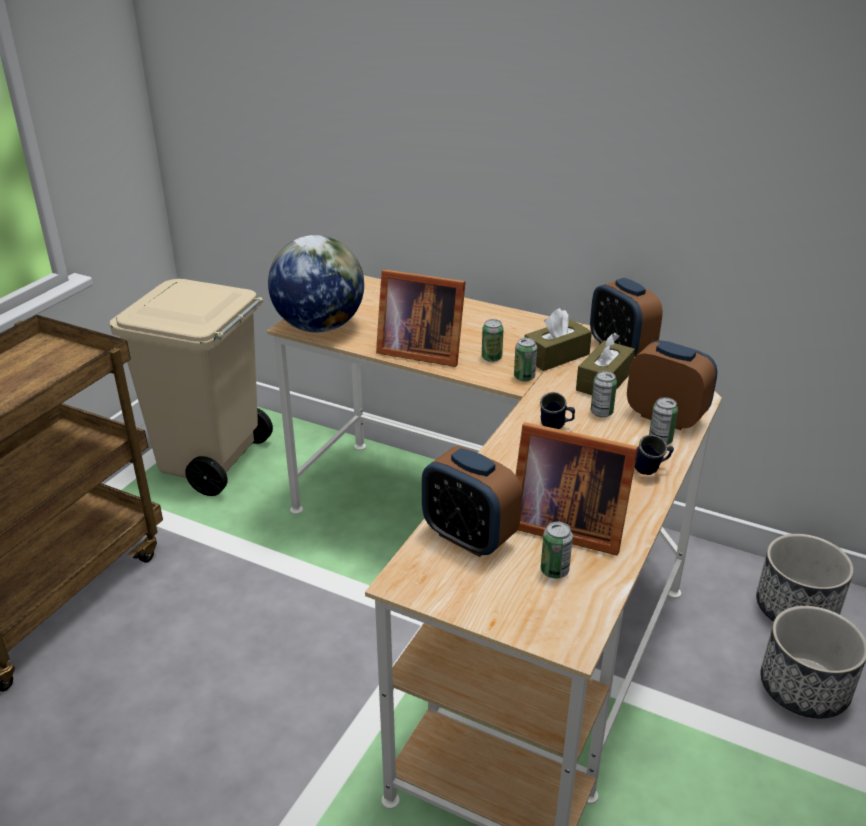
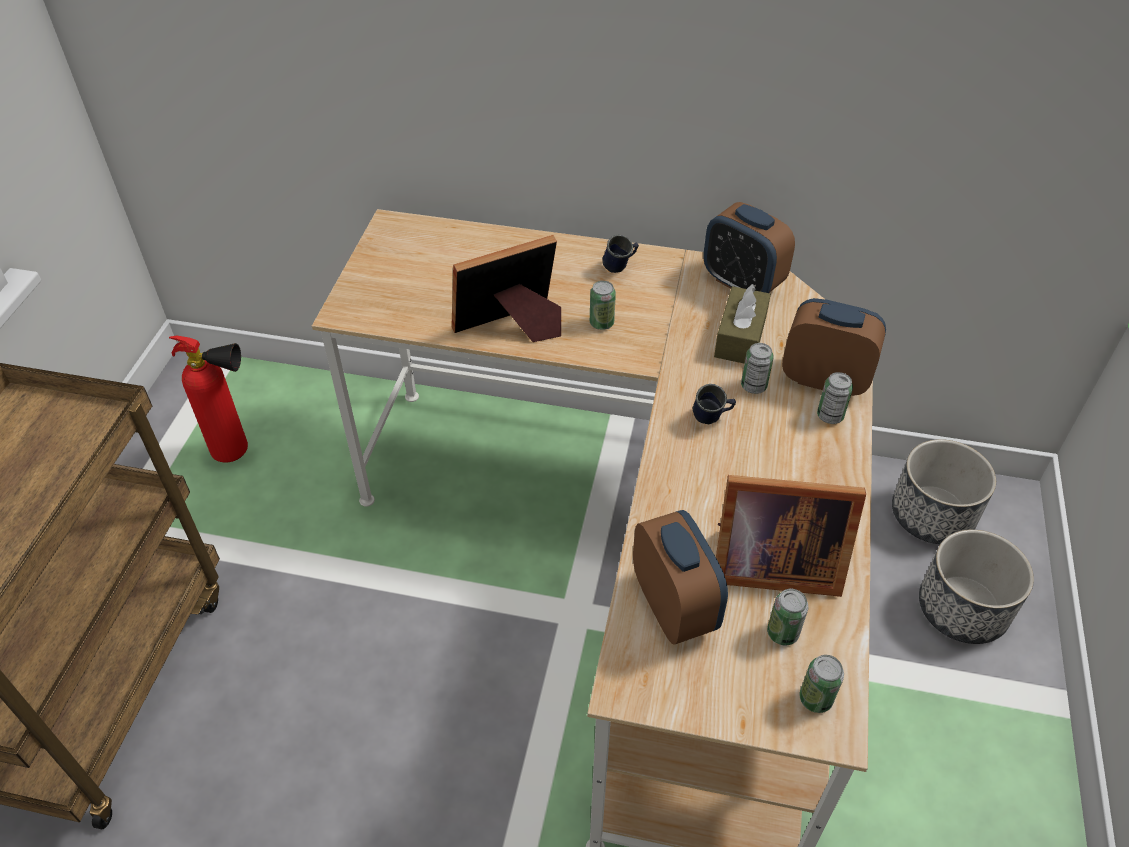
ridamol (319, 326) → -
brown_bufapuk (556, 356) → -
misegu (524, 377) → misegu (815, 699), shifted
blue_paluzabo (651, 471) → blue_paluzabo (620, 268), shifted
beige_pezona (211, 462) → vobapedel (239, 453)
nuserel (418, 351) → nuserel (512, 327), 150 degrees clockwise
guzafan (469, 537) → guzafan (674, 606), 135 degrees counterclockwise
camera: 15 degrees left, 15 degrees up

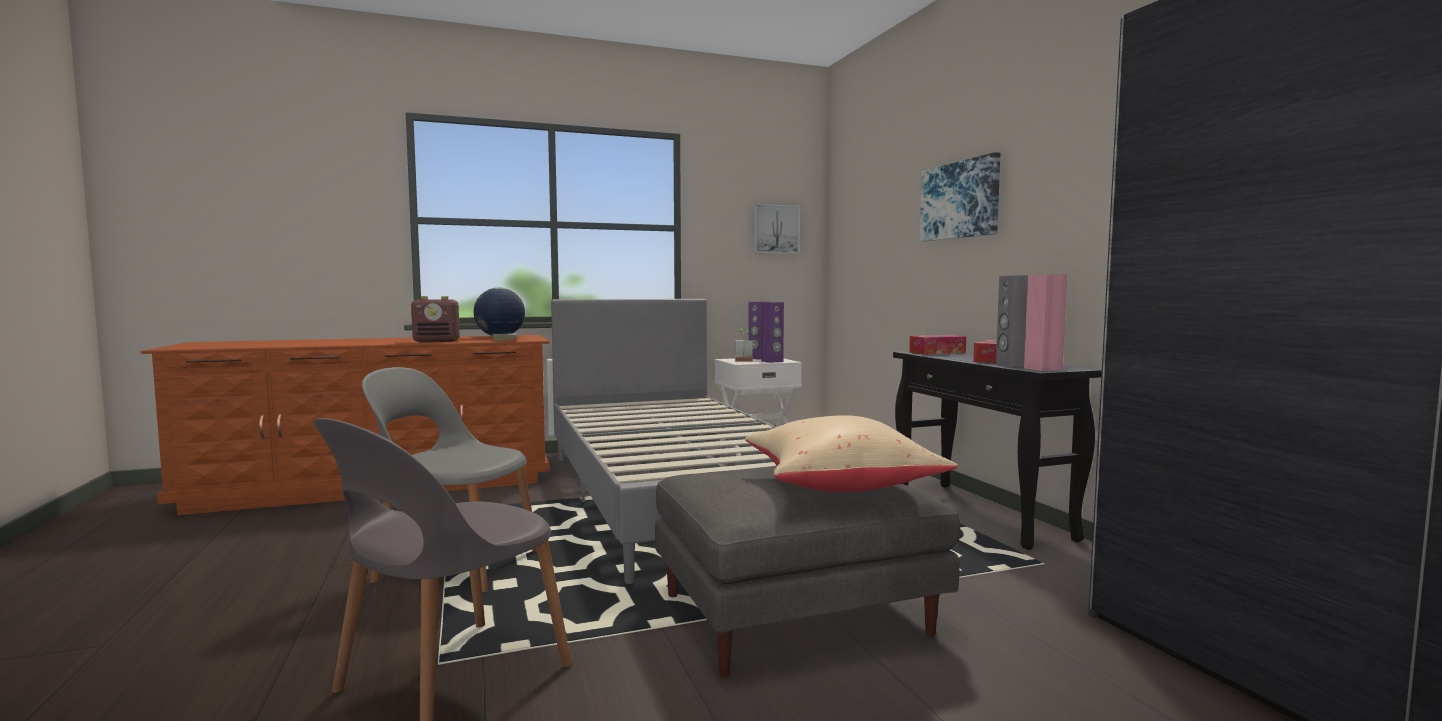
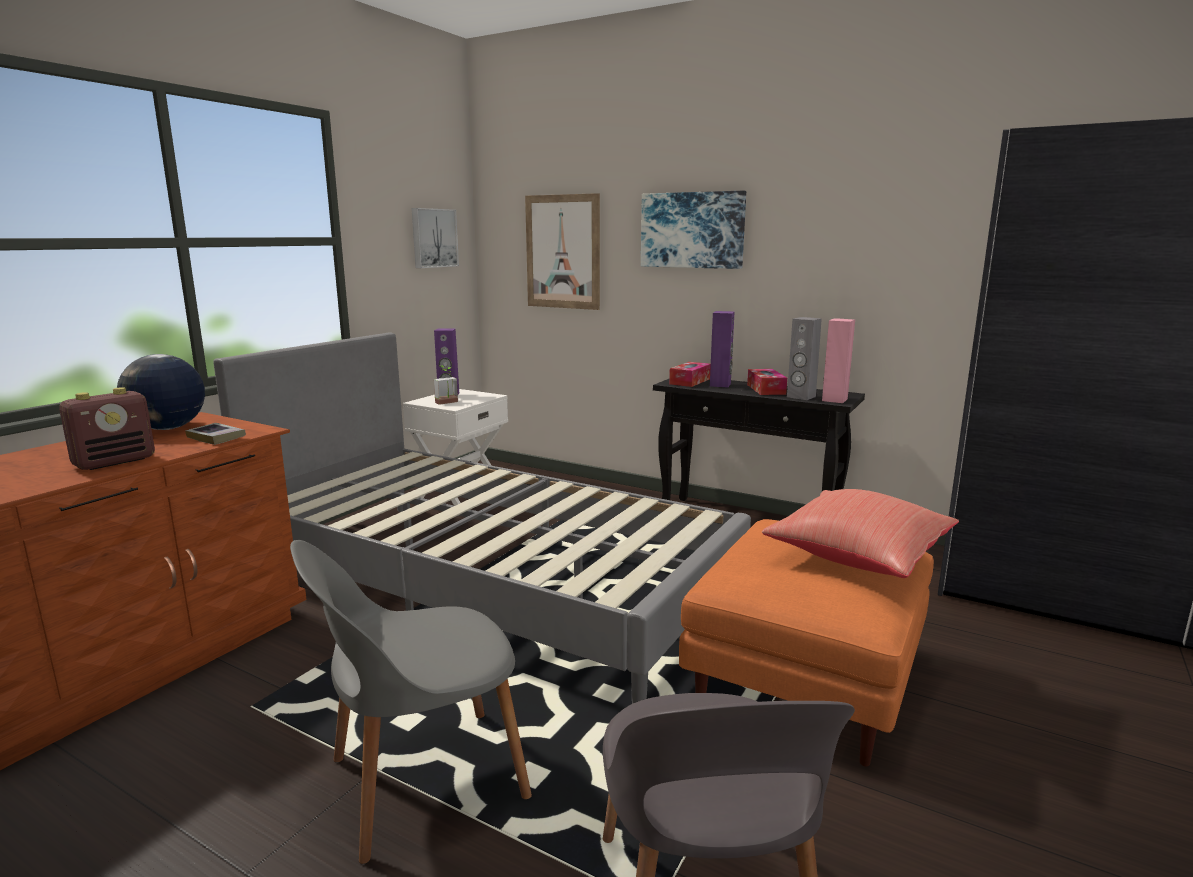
- → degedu (562, 252)
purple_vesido (772, 361) → purple_vesido (720, 385), shifted
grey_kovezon (797, 613) → orange_kovezon (805, 676)
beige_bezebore (839, 485) → red_bezebore (857, 557)
camera: 40 degrees left, 10 degrees up

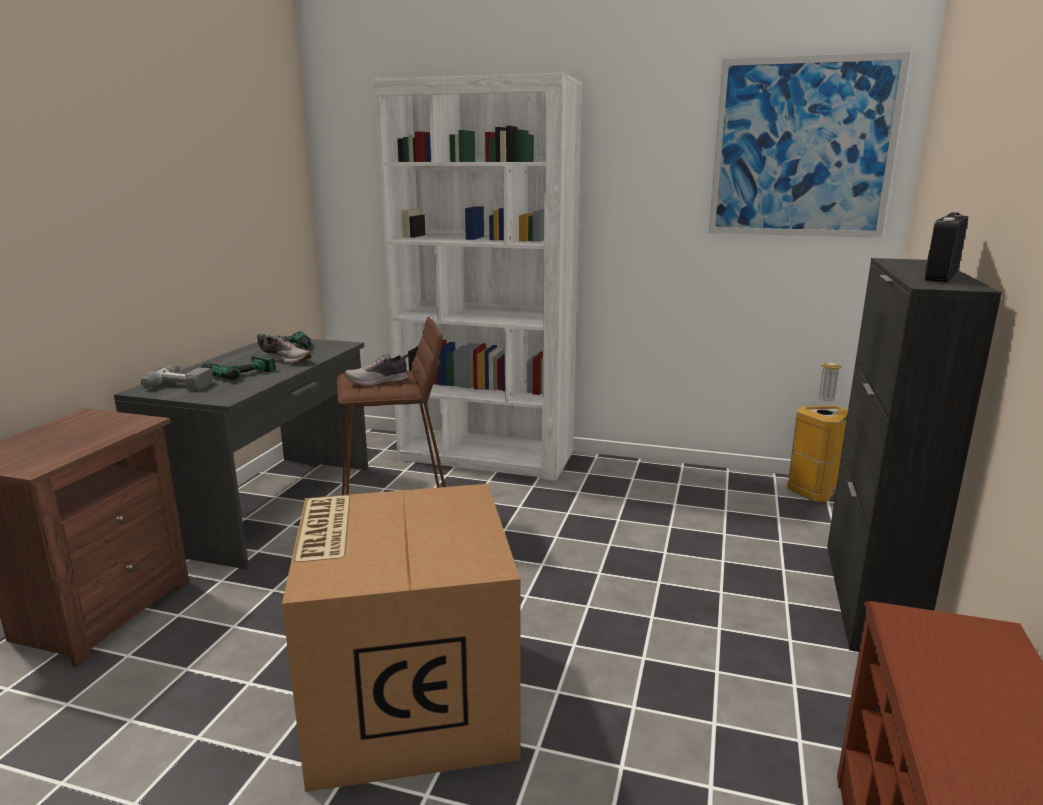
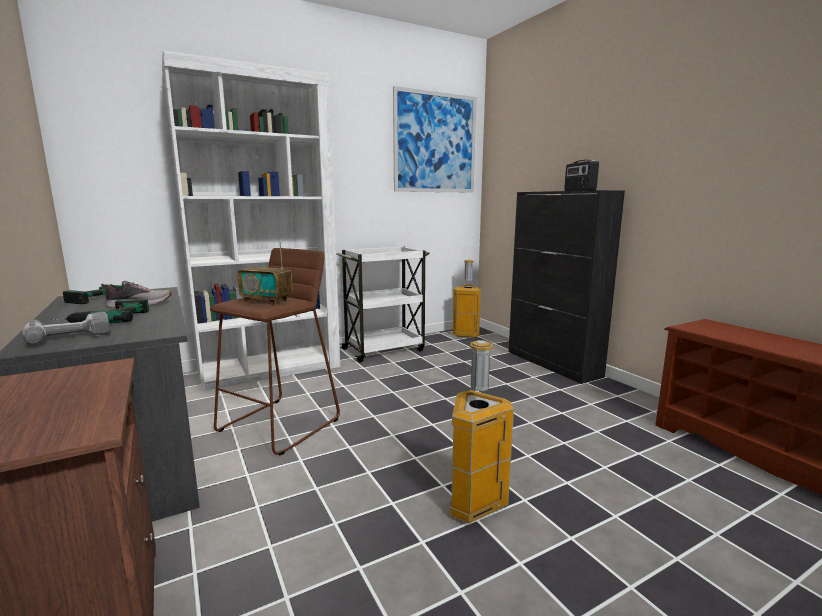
- → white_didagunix (384, 349)
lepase (407, 699) → pezona (474, 504)
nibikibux (378, 381) → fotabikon (266, 301)
camera: 45 degrees left, 5 degrees down

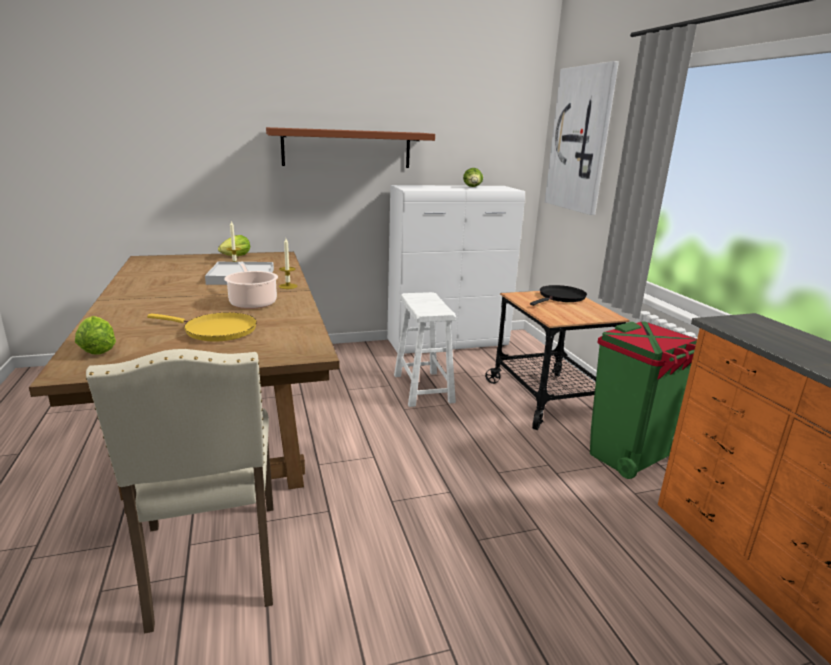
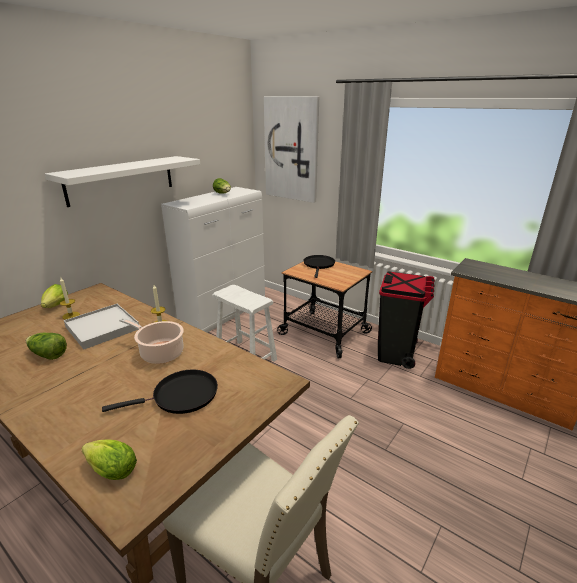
- → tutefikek (48, 354)
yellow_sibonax (216, 331) → black_sibonax (181, 396)
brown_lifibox (347, 148) → white_lifibox (121, 180)
green_pezona (629, 456) → black_pezona (396, 353)
camera: 35 degrees left, 5 degrees up

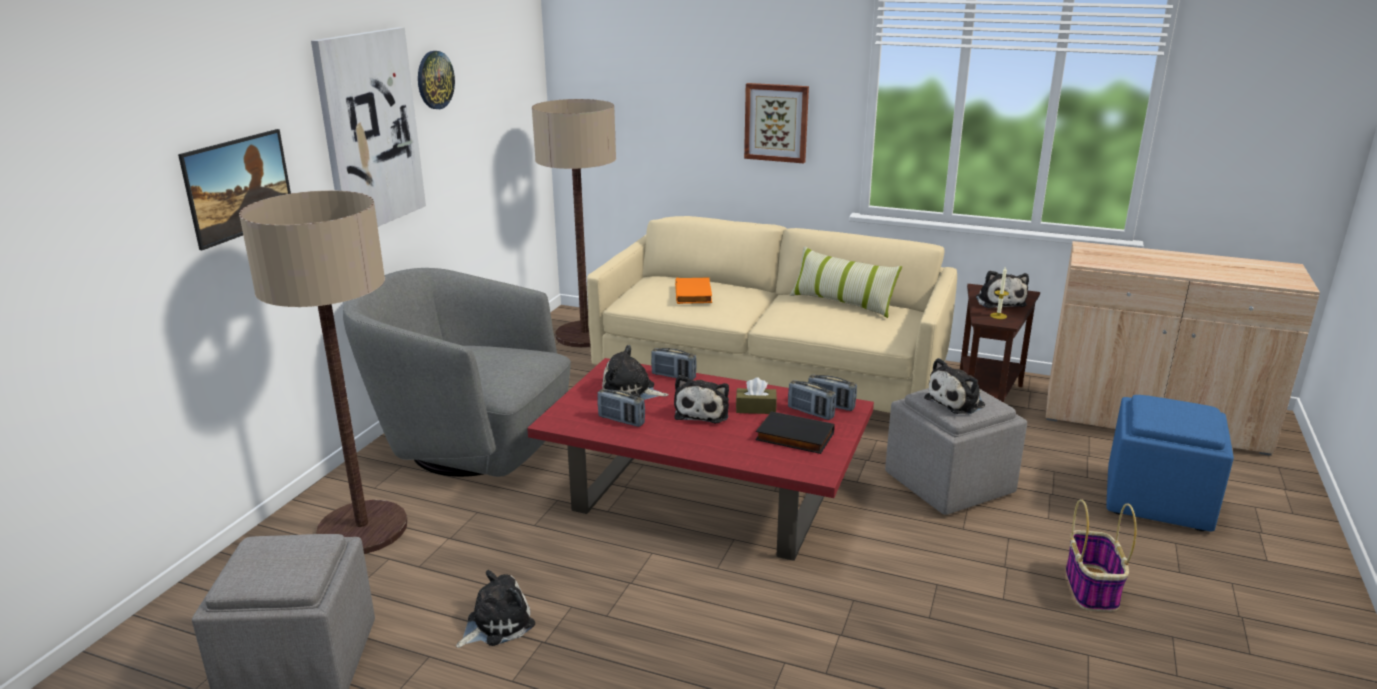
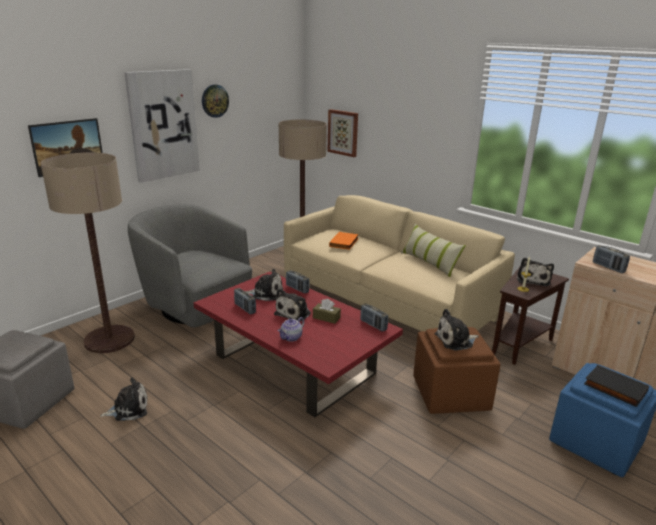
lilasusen (1092, 589) → -
- → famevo (291, 338)
degedu (776, 122) → degedu (343, 132), shifted
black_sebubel (793, 437) → black_sebubel (614, 388), shifted
fotabikon (810, 412) → fotabikon (608, 267), shifted
grey_kovezon (950, 484) → brown_kovezon (451, 394)
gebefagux (631, 392) → gebefagux (265, 293), 150 degrees clockwise
camera: 20 degrees right, 0 degrees up

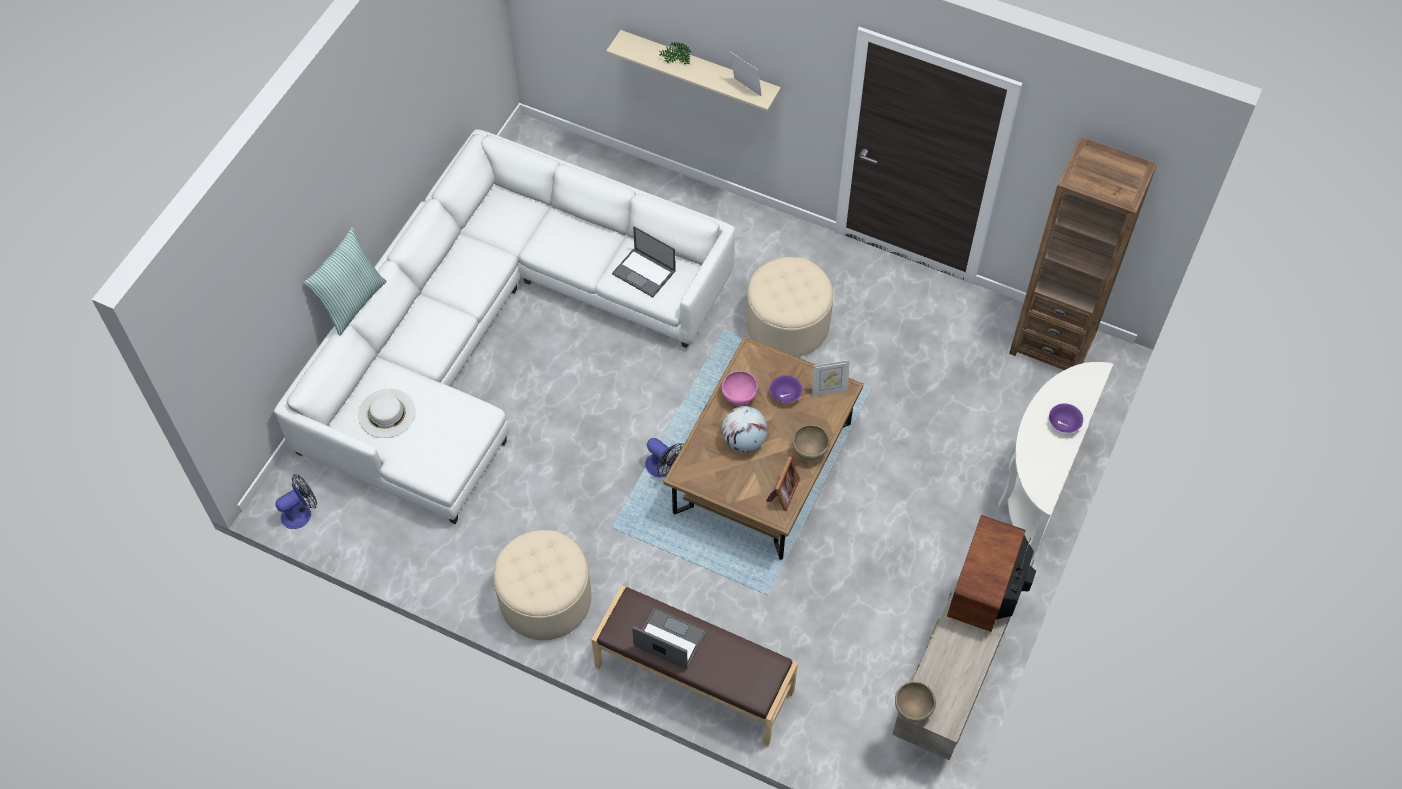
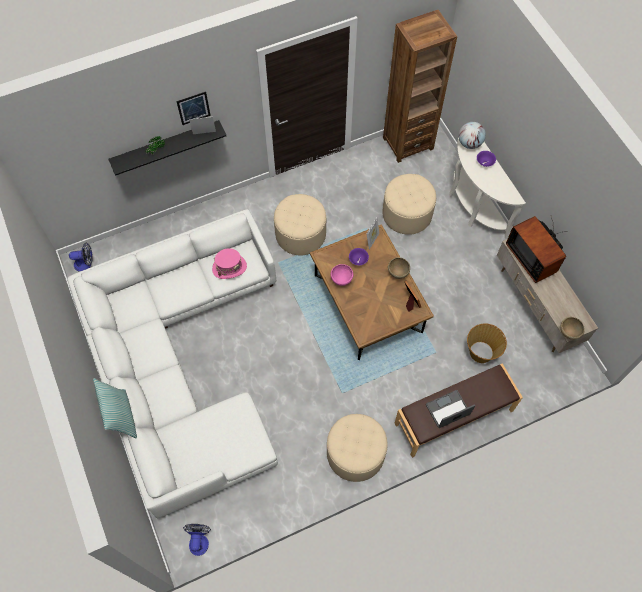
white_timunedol (386, 413) → -
- → degedu (193, 108)
- → beige_kovezon (407, 214)
- → lilasusen (481, 352)
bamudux (664, 468) → bamudux (86, 264), shifted
ridamol (744, 440) → ridamol (469, 143), shifted
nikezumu (644, 272) → pink_timunedol (229, 267)
beige_lifibox (699, 69) → black_lifibox (166, 146)
camera: 50 degrees left, 5 degrees up

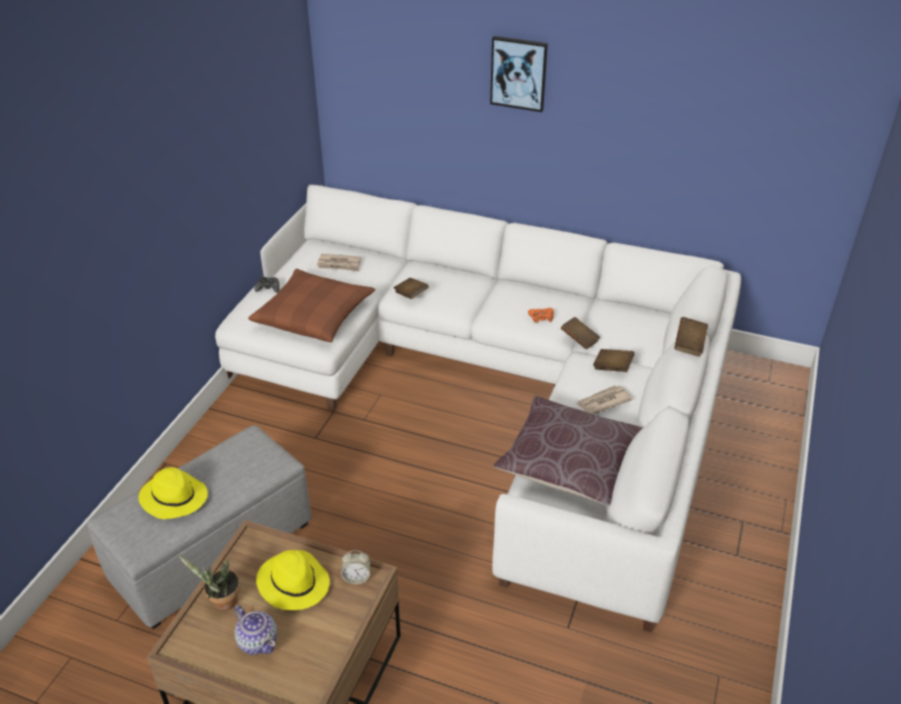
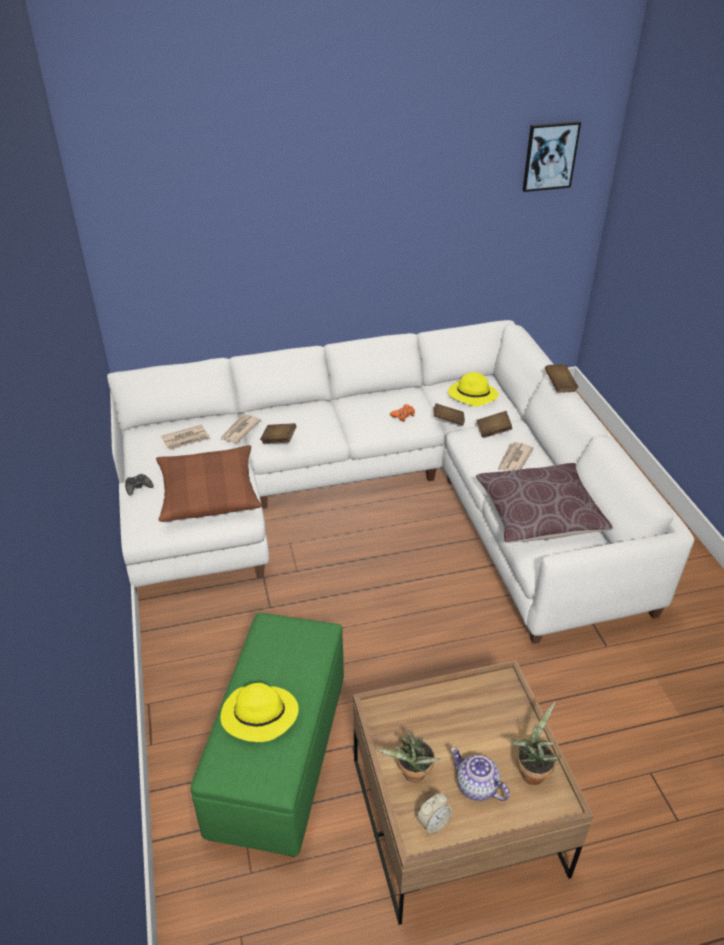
- → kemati (239, 430)
- → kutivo (531, 771)
yellow_timunedol (293, 583) → yellow_timunedol (471, 396), shifted
guzafan (356, 577) → guzafan (433, 822), shifted
degedu (518, 73) → degedu (550, 156), shifted
grey_kovezon (214, 551) → green_kovezon (279, 753)
famevo (258, 641) → famevo (477, 786), 150 degrees counterclockwise
camera: 35 degrees left, 0 degrees up

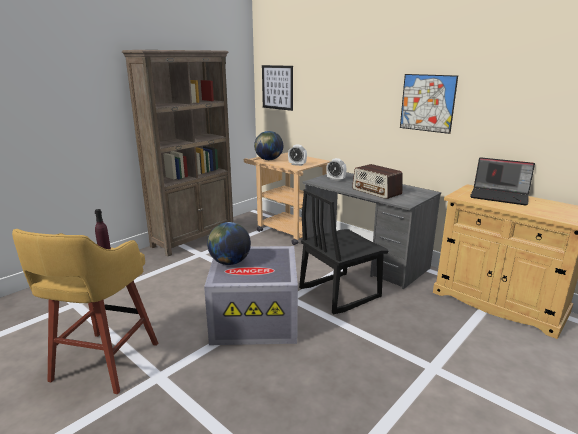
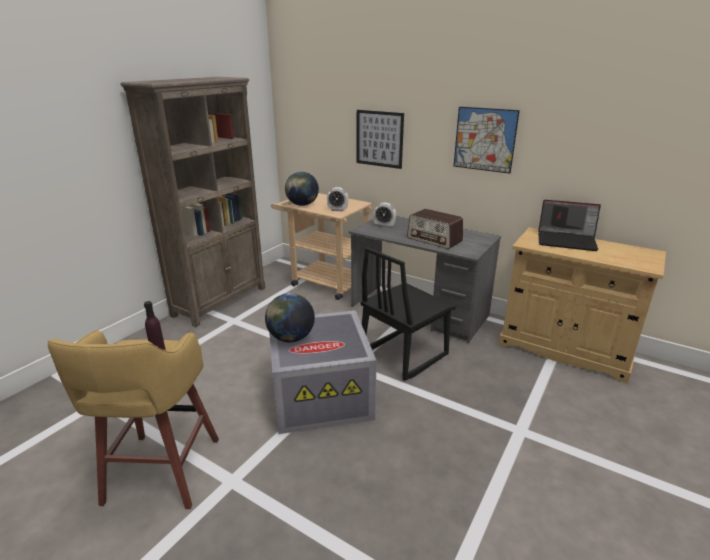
degedu (277, 87) → degedu (379, 139), shifted
camera: 10 degrees left, 5 degrees up

